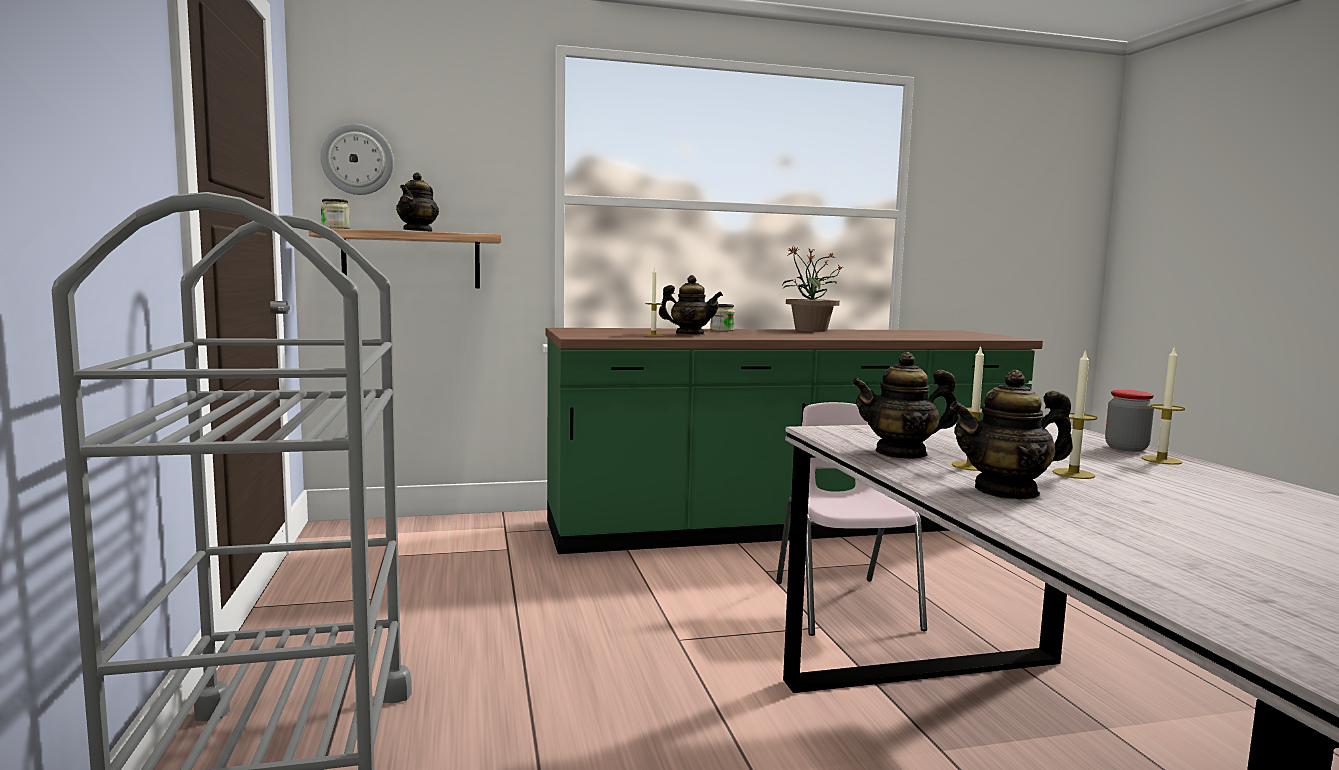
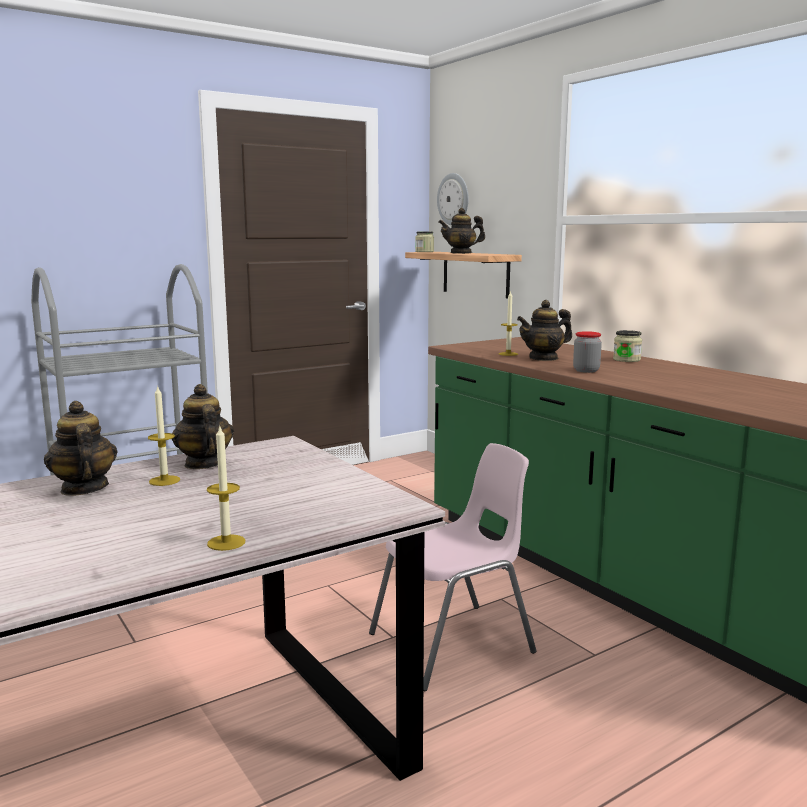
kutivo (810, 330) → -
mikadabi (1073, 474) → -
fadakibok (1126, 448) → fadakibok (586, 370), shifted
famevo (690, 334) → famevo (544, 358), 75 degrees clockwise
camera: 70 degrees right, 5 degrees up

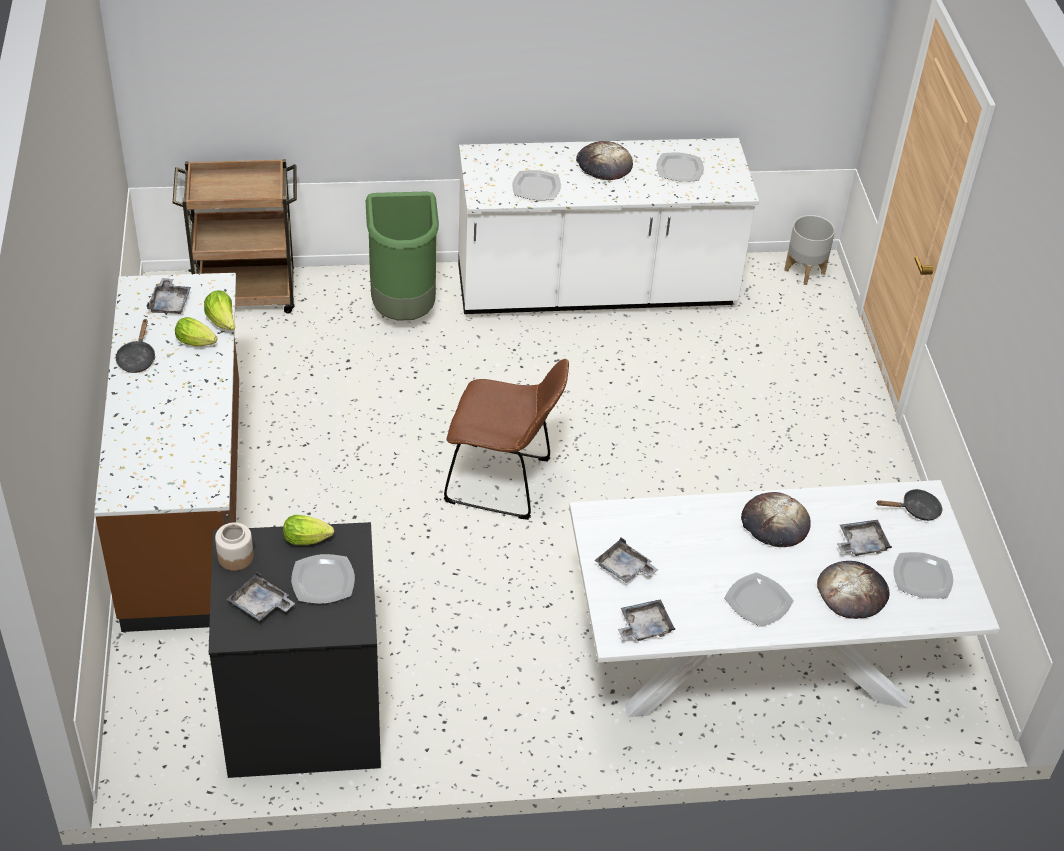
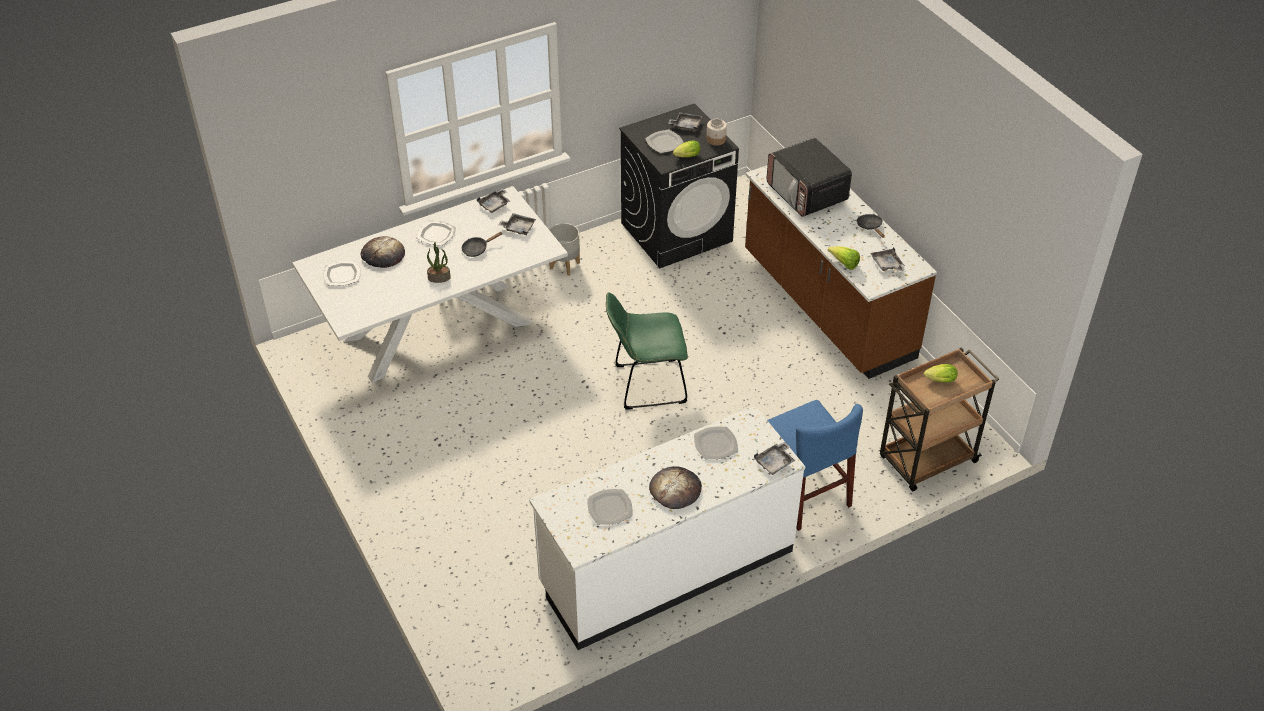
- → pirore (807, 193)
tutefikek (198, 343) → tutefikek (938, 380), shifted
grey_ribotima (805, 271) → grey_ribotima (564, 266), shifted
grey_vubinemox (861, 544) → grey_vubinemox (775, 462), shifted
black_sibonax (916, 510) → black_sibonax (477, 249), shifted
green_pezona (404, 308) → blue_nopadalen (804, 492)
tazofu (774, 523) → kutivo (439, 277)
brown_nopadalen (504, 482) → green_nopadalen (646, 385)
camera: 160 degrees right, 0 degrees up

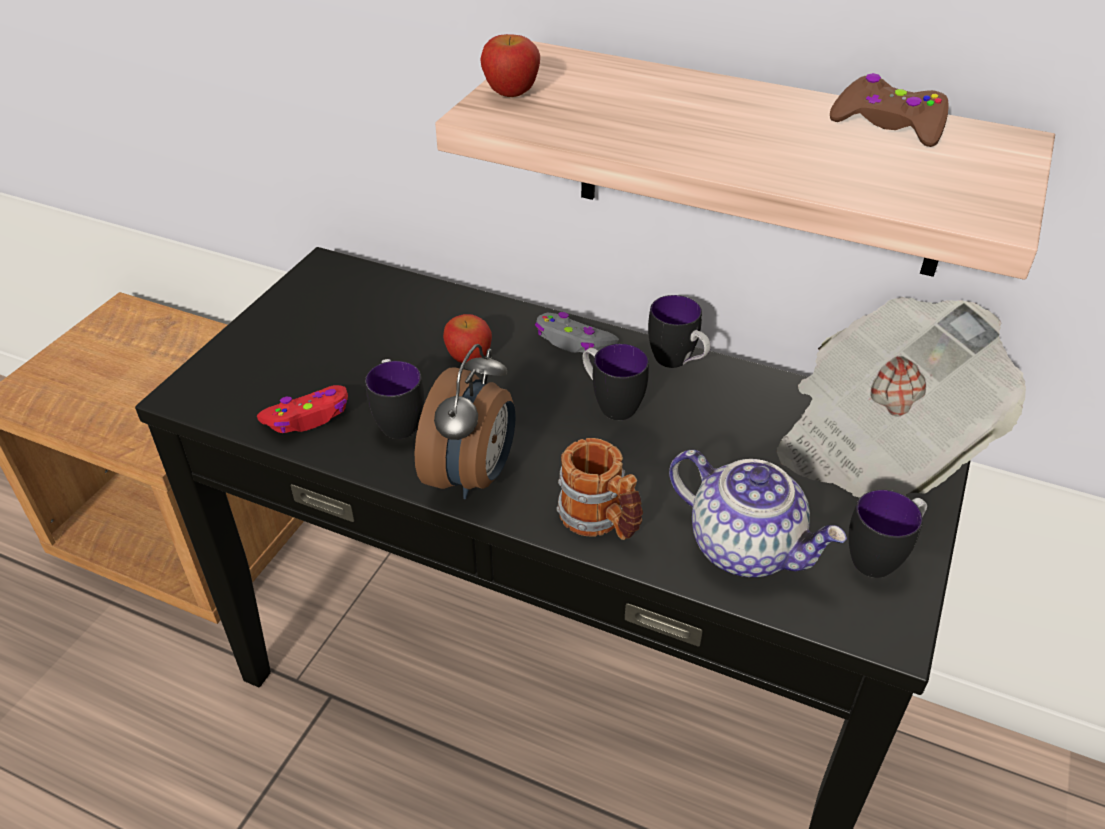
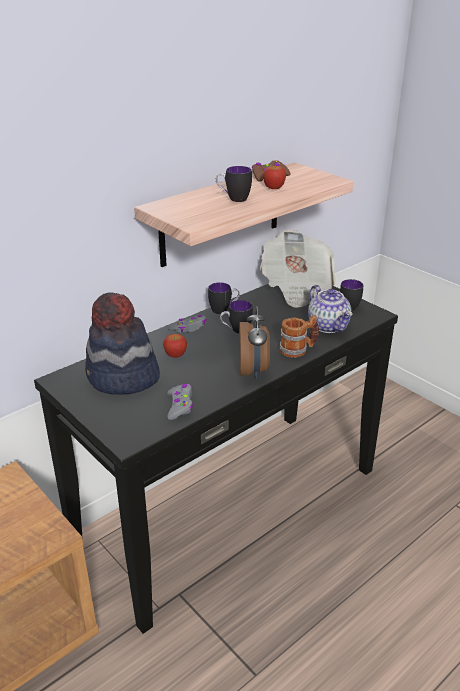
- → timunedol (122, 378)
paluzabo (398, 420) → paluzabo (233, 199), shifted
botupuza (511, 92) → botupuza (274, 188), shifted
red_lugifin (308, 417) → grey_lugifin (180, 406)
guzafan (473, 476) → guzafan (253, 371), 45 degrees clockwise
famevo (746, 546) → famevo (329, 326), 90 degrees clockwise
camera: 65 degrees left, 10 degrees down

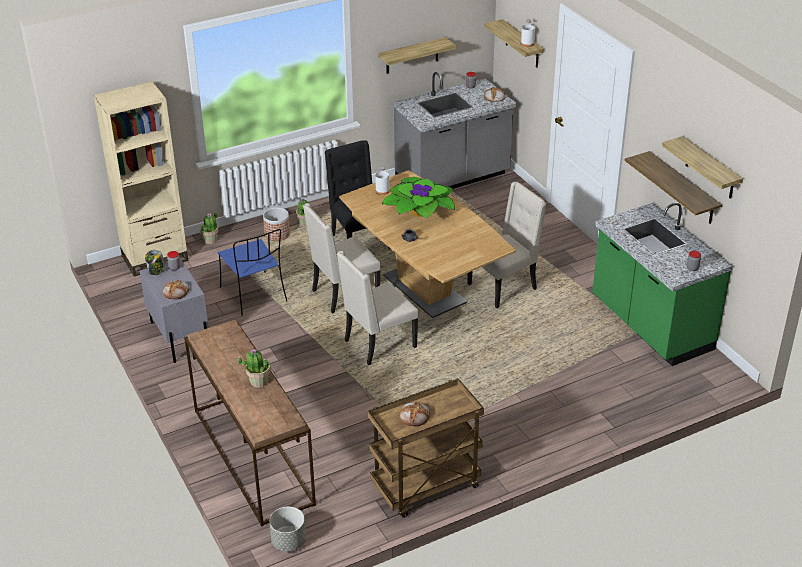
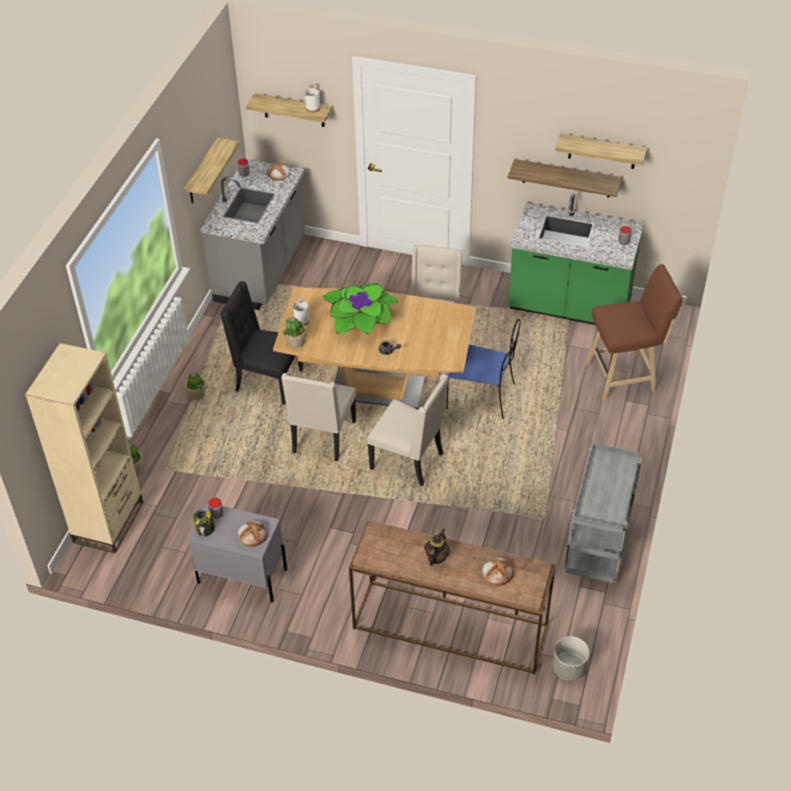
ribotima (277, 233) → -
- → famevo (436, 557)
- → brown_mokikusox (624, 376)
blue_nopadalen (254, 295) → blue_nopadalen (482, 396), shifted
kutivo (258, 381) → kutivo (296, 342), shifted
tazofu (415, 416) → tazofu (497, 572), shifted
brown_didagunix (425, 488) → grey_didagunix (598, 549)
beige_nopadalen (378, 344) → beige_nopadalen (409, 461), 75 degrees counterclockwise
camera: 45 degrees left, 10 degrees up

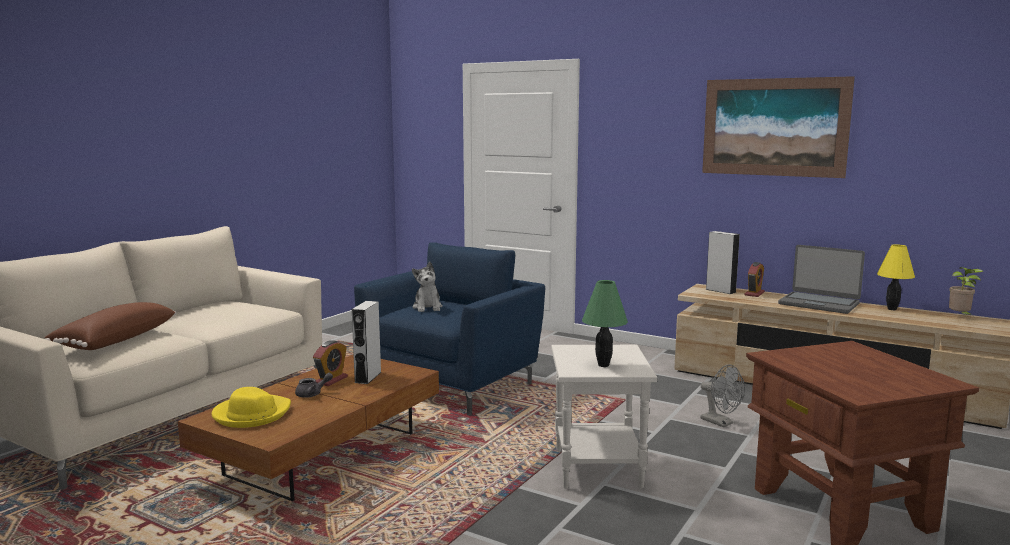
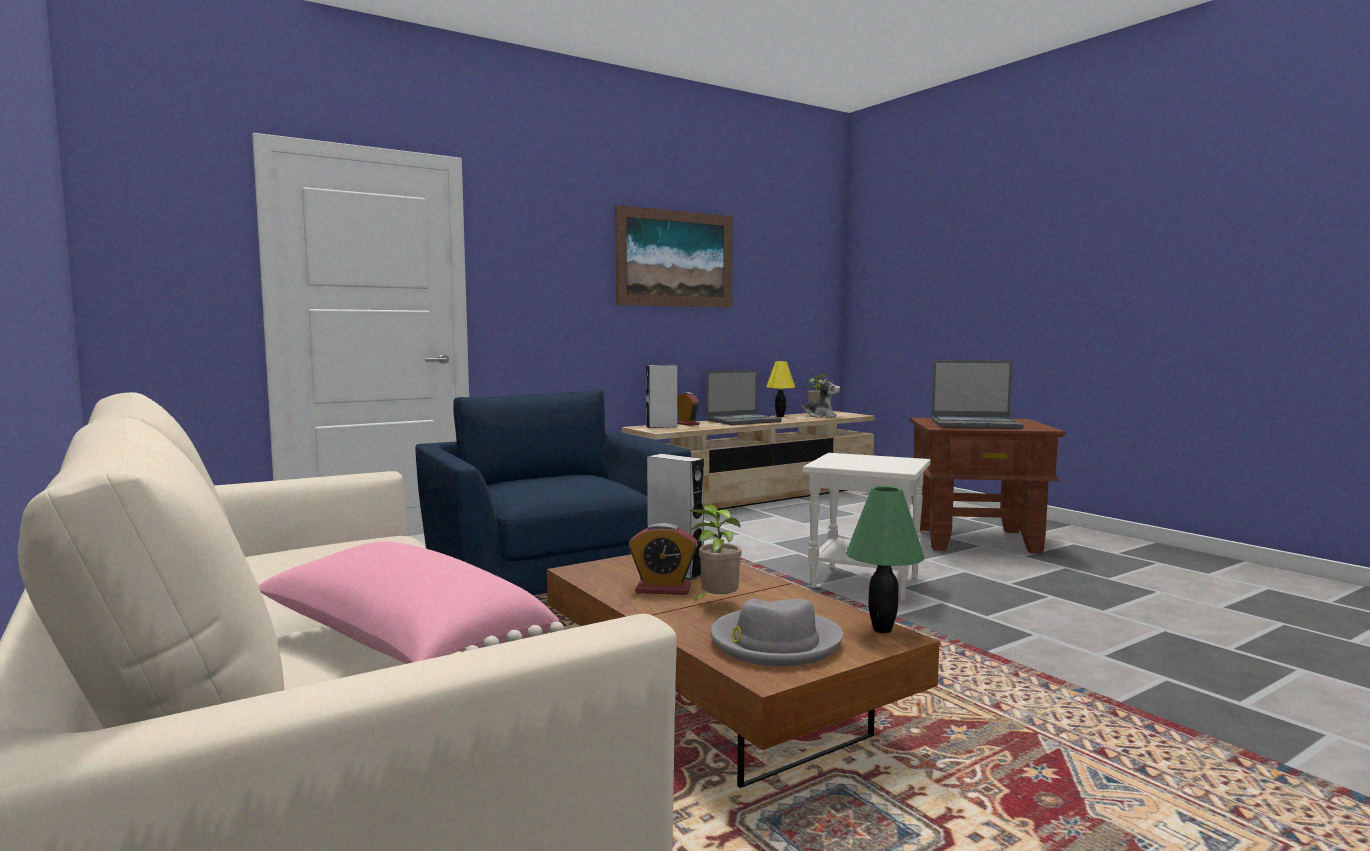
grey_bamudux (721, 423) → -
- → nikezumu (975, 425)
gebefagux (427, 307) → gebefagux (821, 416), shifted
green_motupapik (603, 365) → green_motupapik (881, 629), shifted
grey_famevo (312, 394) → kutivo (716, 603)
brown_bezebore (114, 340) → pink_bezebore (401, 648)
yellow_timunedol (251, 414) → grey_timunedol (774, 642)
guzafan (331, 380) → guzafan (663, 589), 135 degrees clockwise
camera: 65 degrees left, 5 degrees down

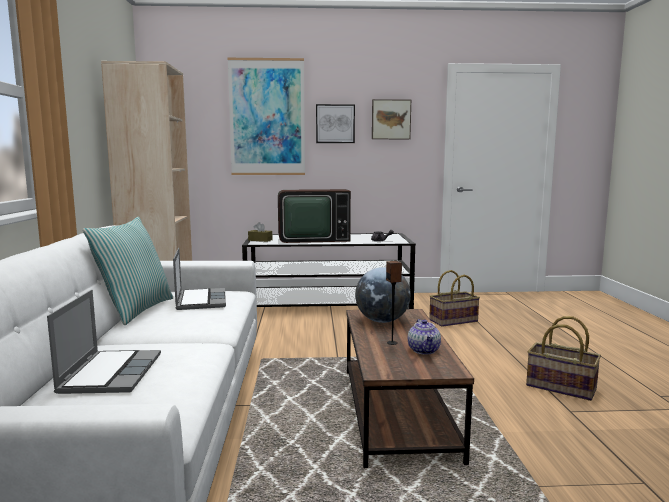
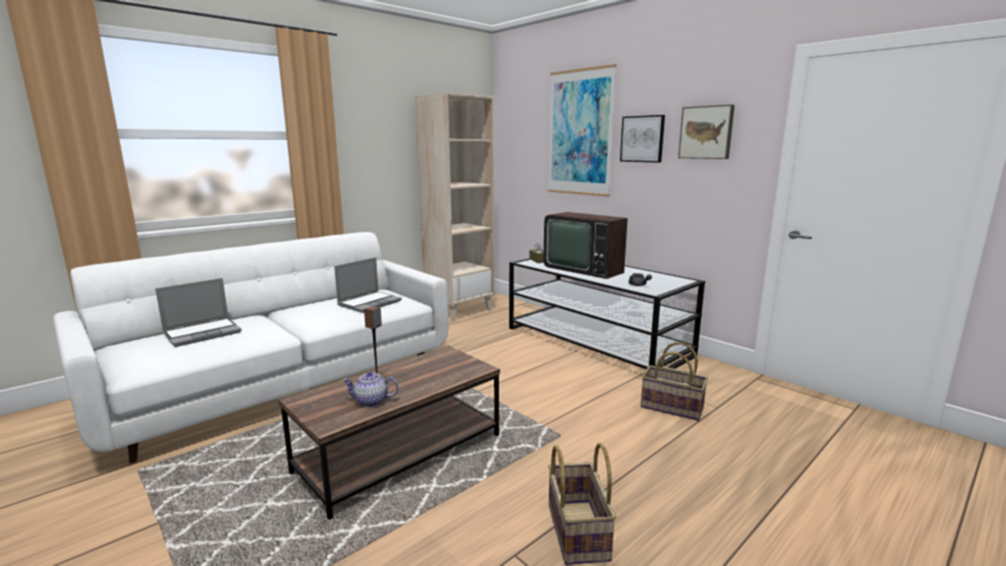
bezebore (135, 310) → -
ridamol (382, 321) → -
famevo (424, 350) → famevo (371, 401), 45 degrees clockwise
camera: 50 degrees right, 5 degrees up

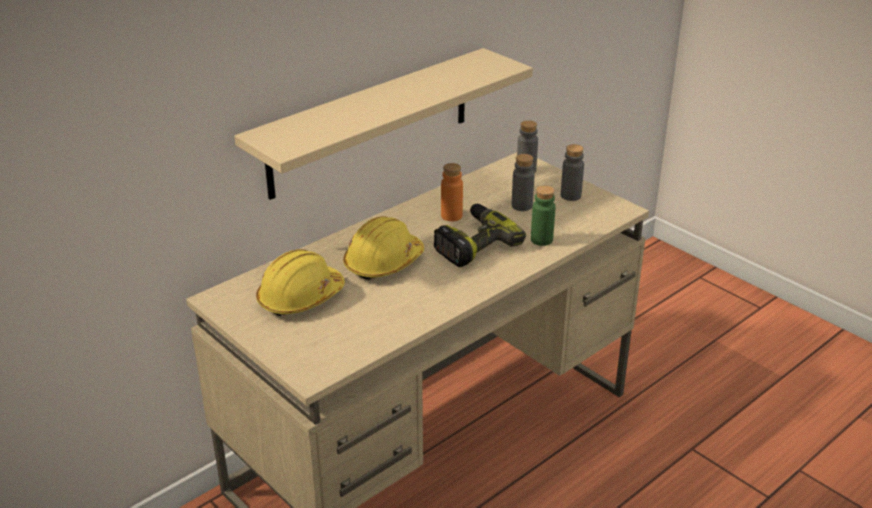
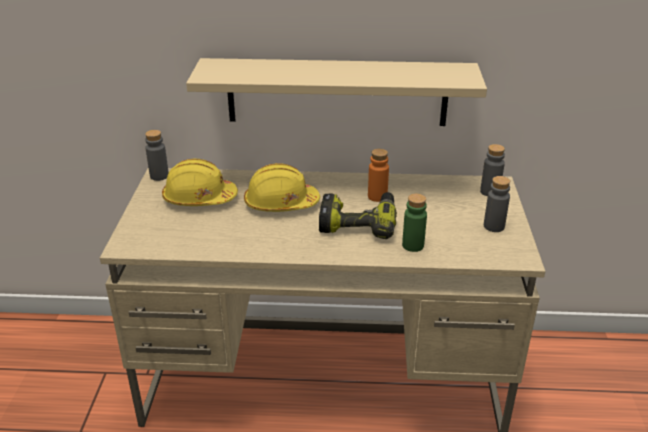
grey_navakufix (522, 206) → grey_navakufix (159, 176), shifted
camera: 45 degrees right, 0 degrees up

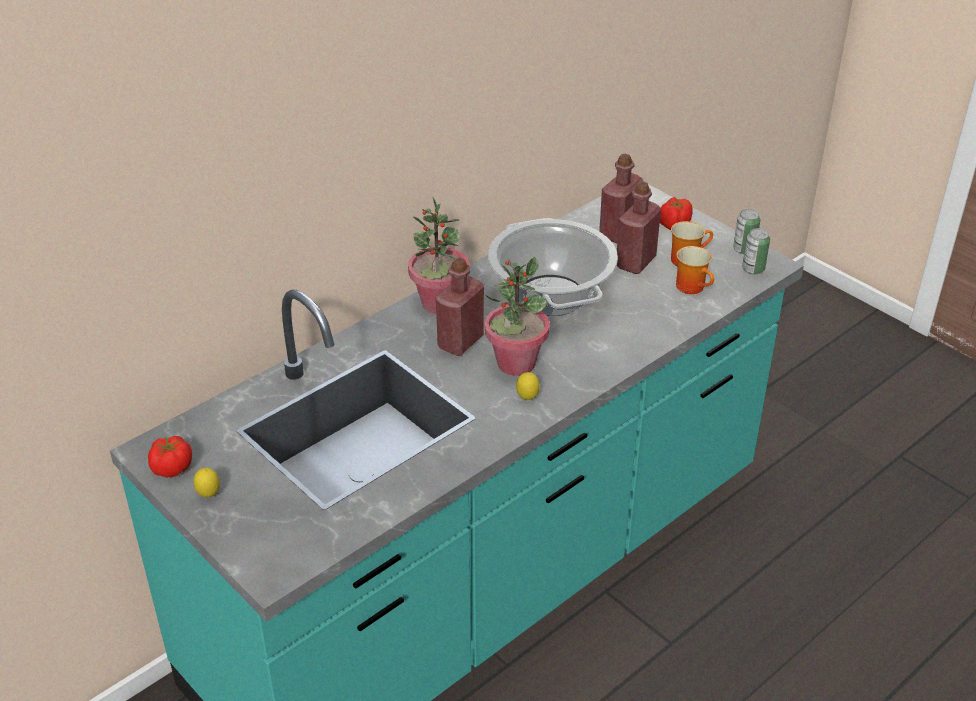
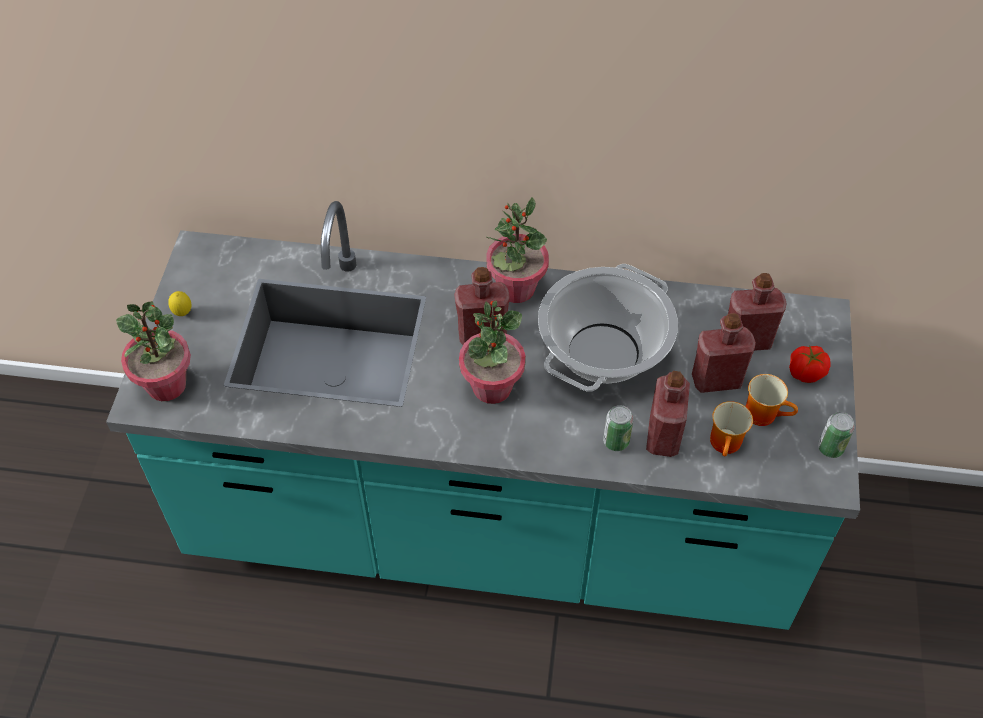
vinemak (172, 469) → -
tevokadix (527, 399) → -
- → kutivo (167, 385)
- → red_navakufix (663, 436)
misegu (753, 269) → misegu (616, 441), shifted
camera: 50 degrees right, 15 degrees up

